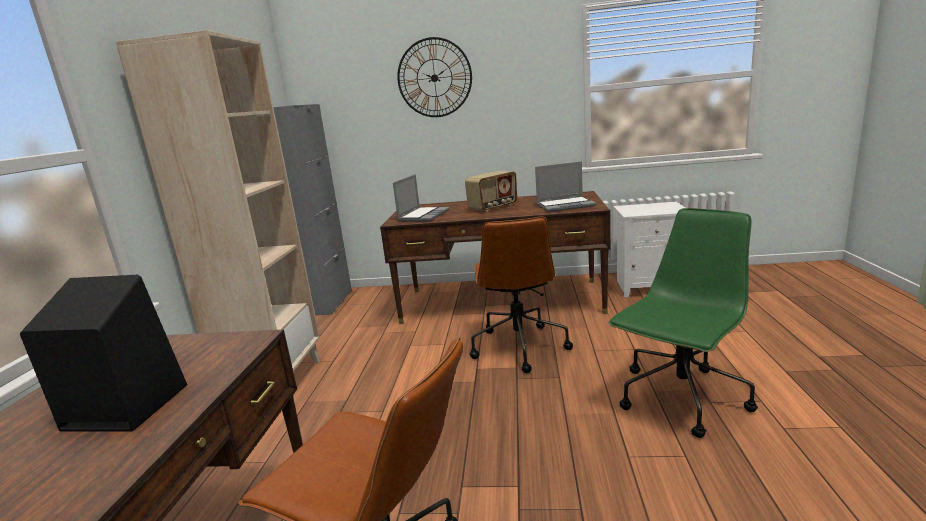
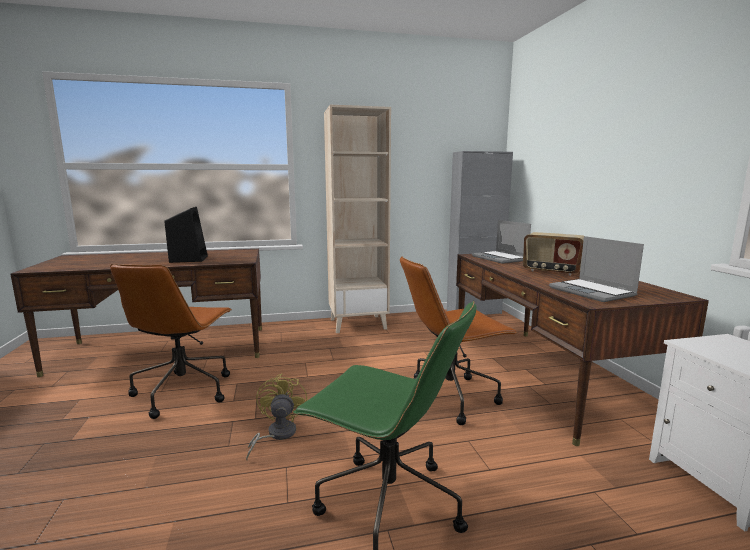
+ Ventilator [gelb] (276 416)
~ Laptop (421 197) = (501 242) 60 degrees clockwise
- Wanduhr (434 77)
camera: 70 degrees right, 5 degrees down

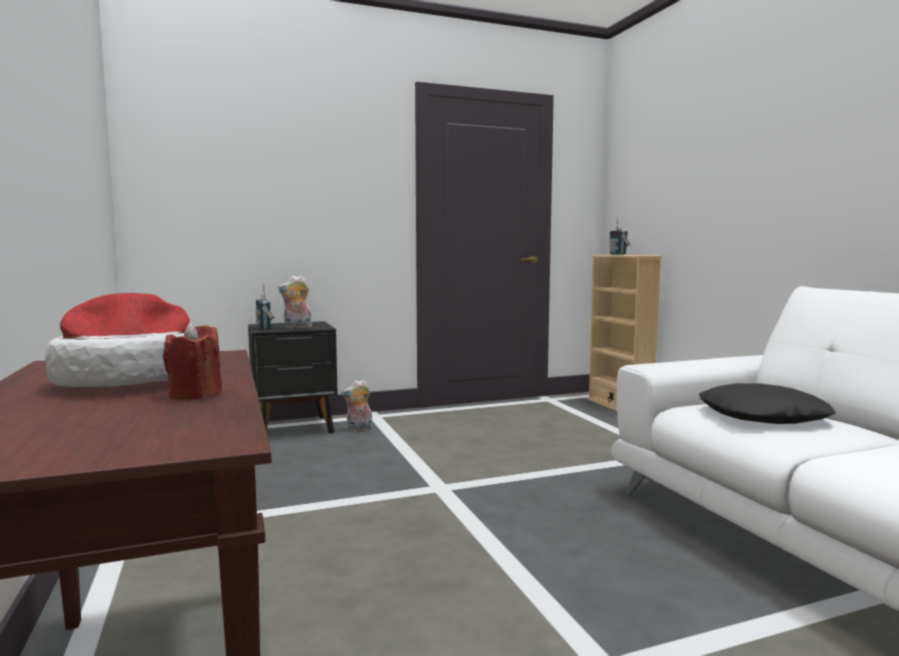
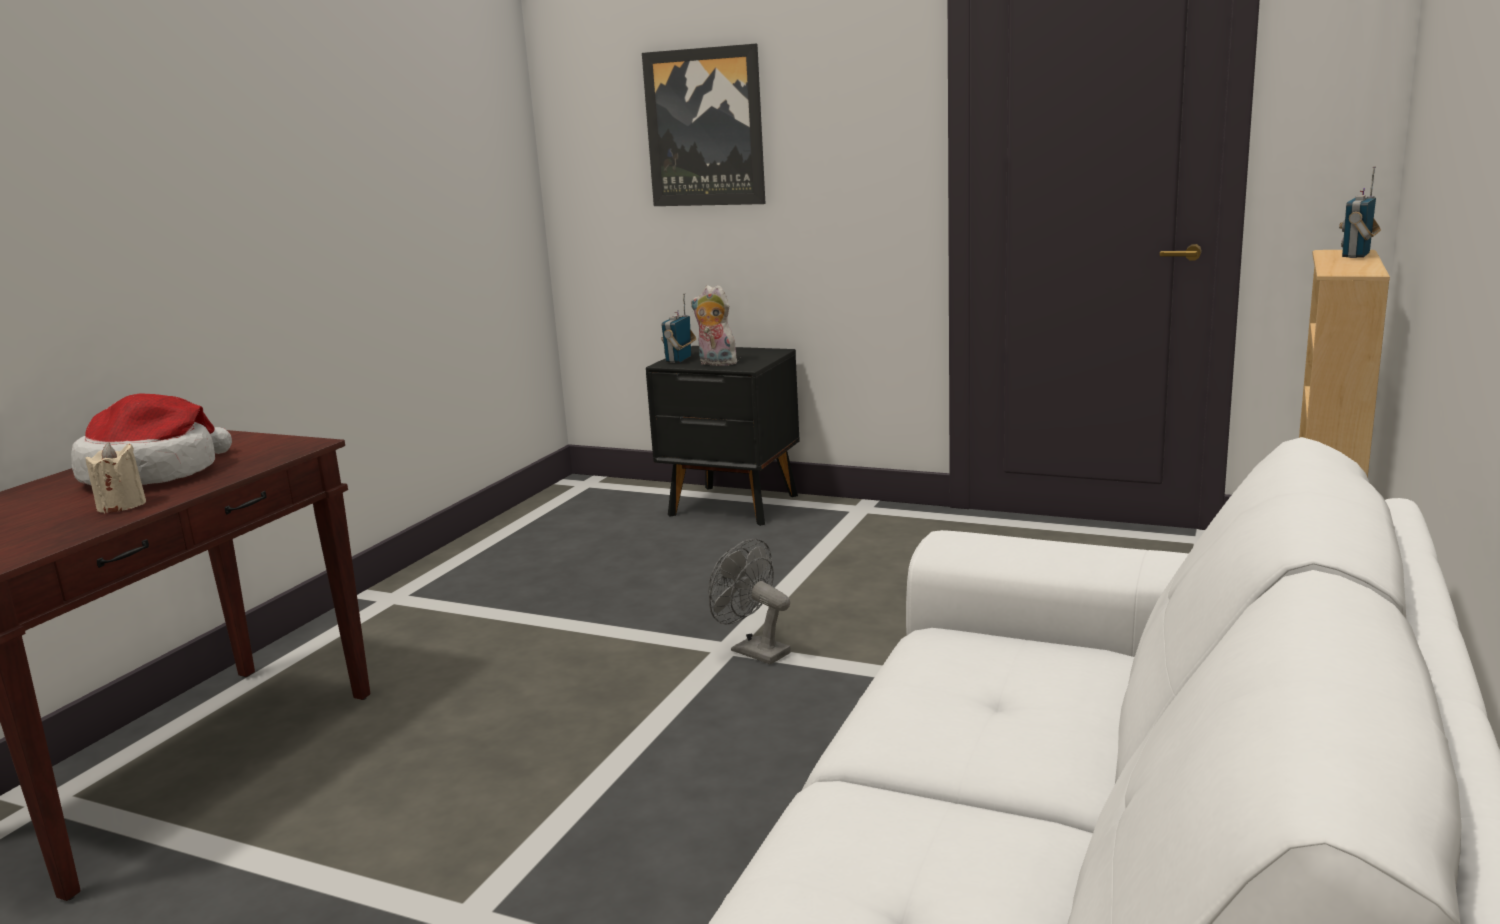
~ Kerze [rot] (192 361) to Kerze [beige] (115 477)
+ Bild (704 125)
+ Ventilator [grau] (749 601)
- Plüschtier (357 405)
- Kissen [schwarz] (767 403)
camera: 45 degrees right, 10 degrees up

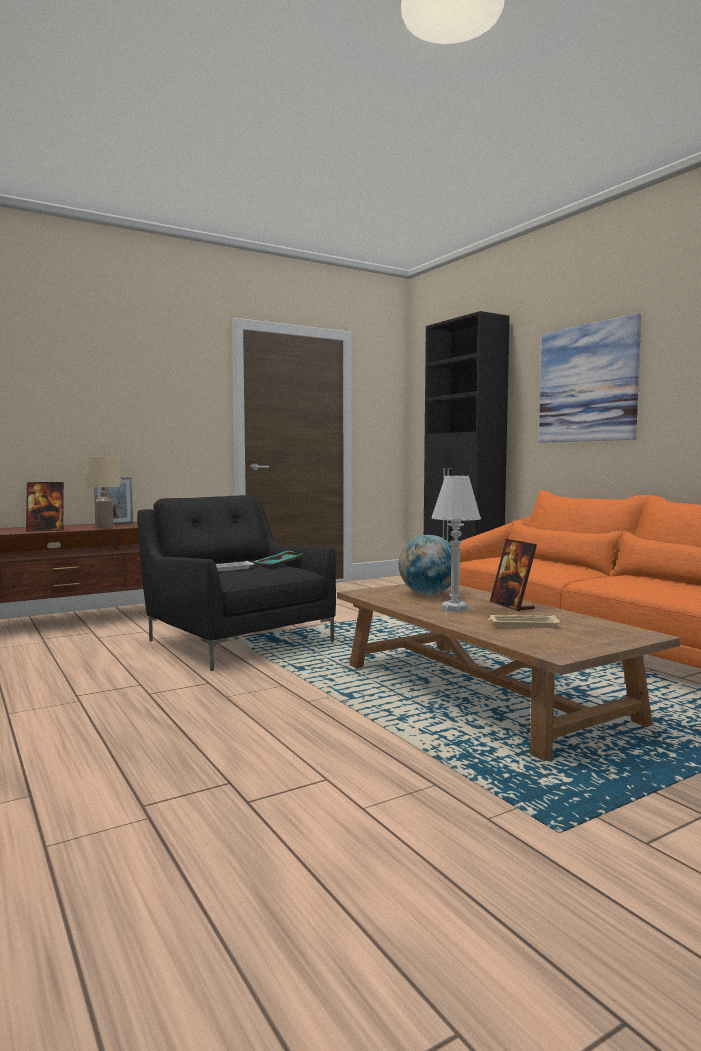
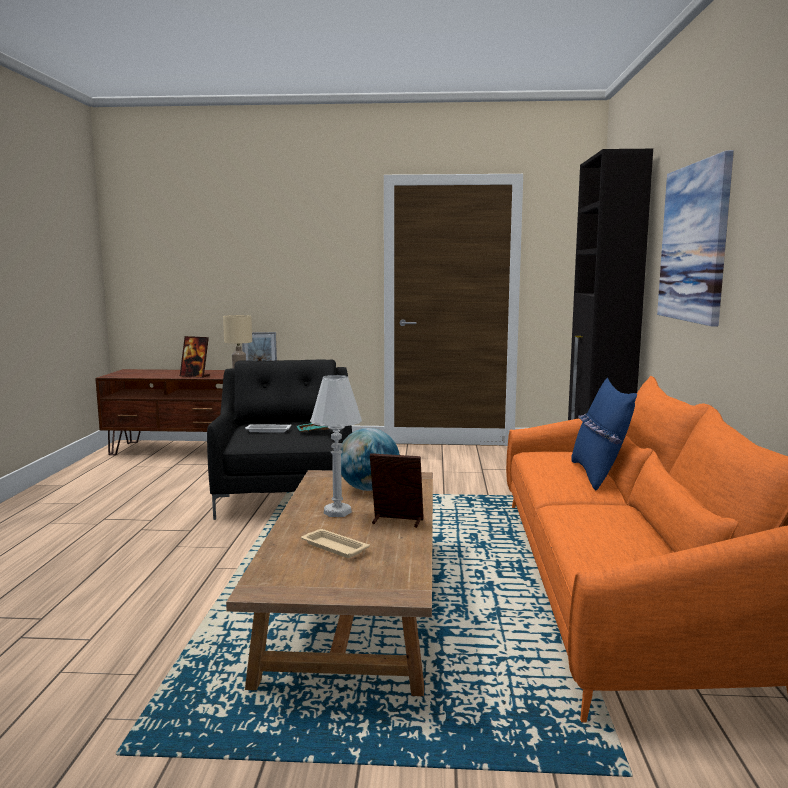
~ Bilderrahmen (513 575) = (397 490) 90 degrees clockwise
+ Kissen [blau] (604 434)
camera: 35 degrees right, 5 degrees up

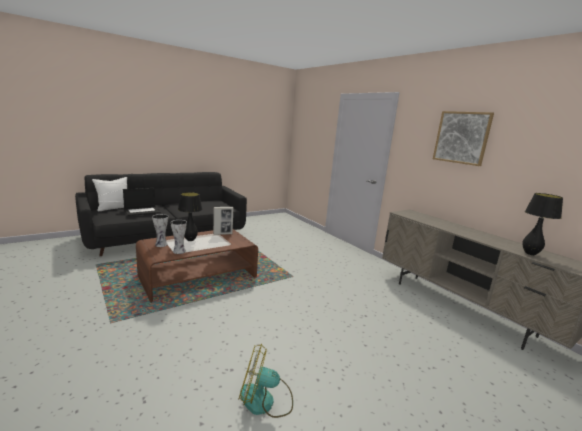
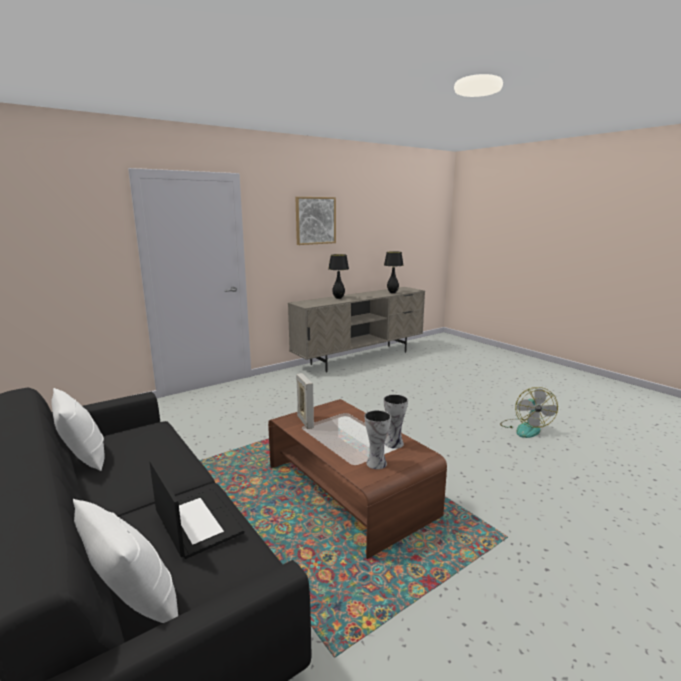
+ Kissen [weiß] (78 429)
~ Tischlampe [schwarz] (190 216) to (338 276)
camera: 90 degrees left, 0 degrees up

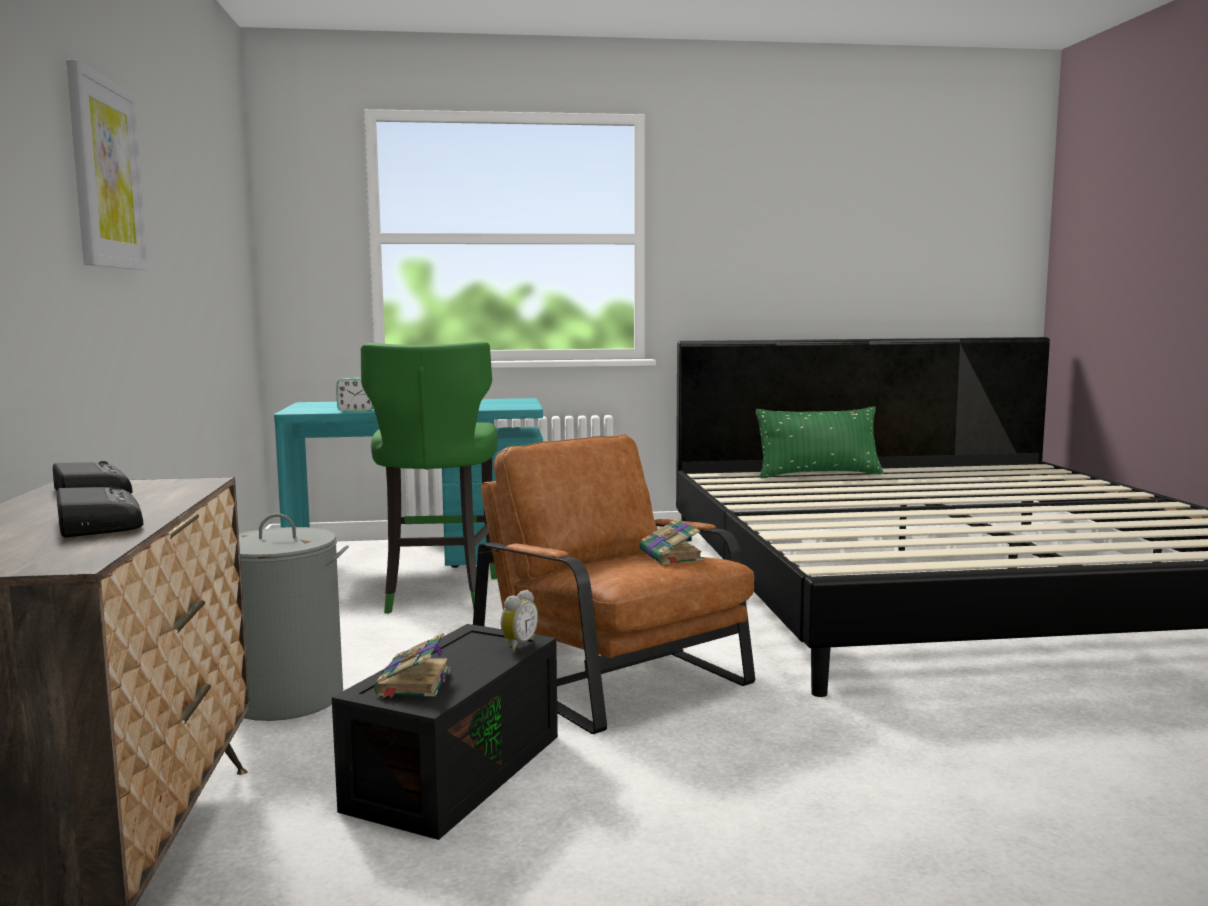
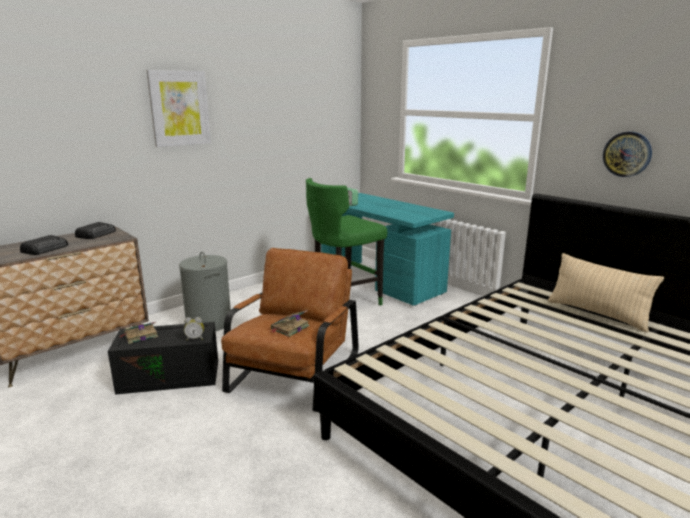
~ Kissen [grün] (819 442) to Kissen [beige] (606 292)
+ Wanduhr (627 154)
camera: 55 degrees right, 10 degrees up

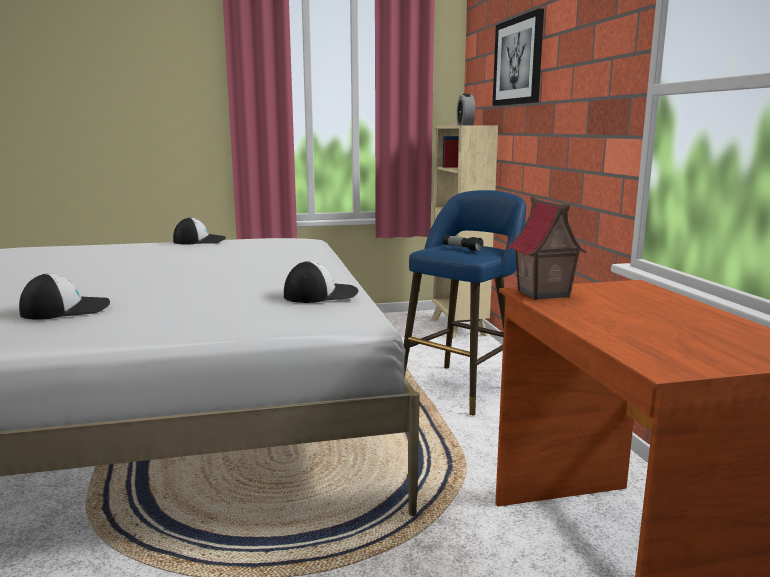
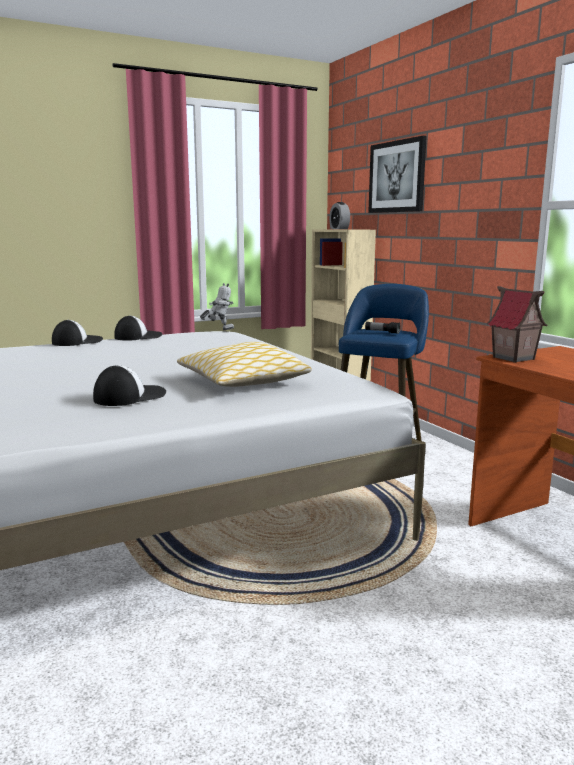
~ Kappe (321 282) to (77 333)
+ Kissen (244 364)
+ Spielzeugroboter (217 306)
camera: 15 degrees left, 0 degrees up

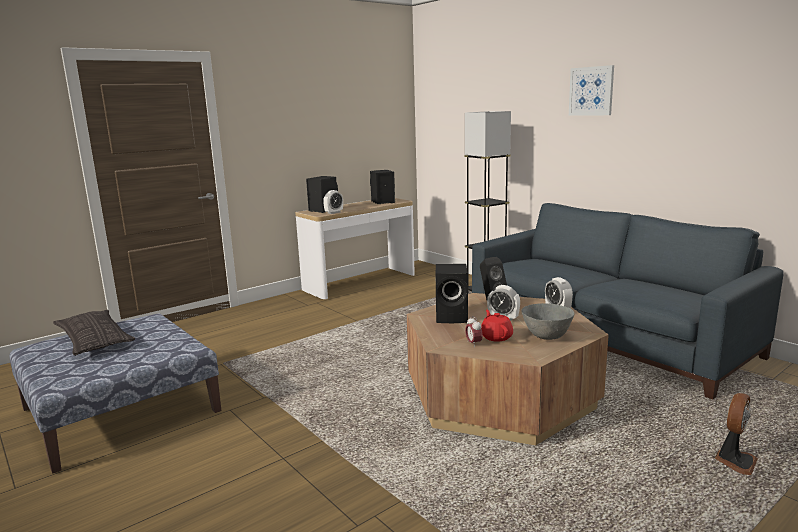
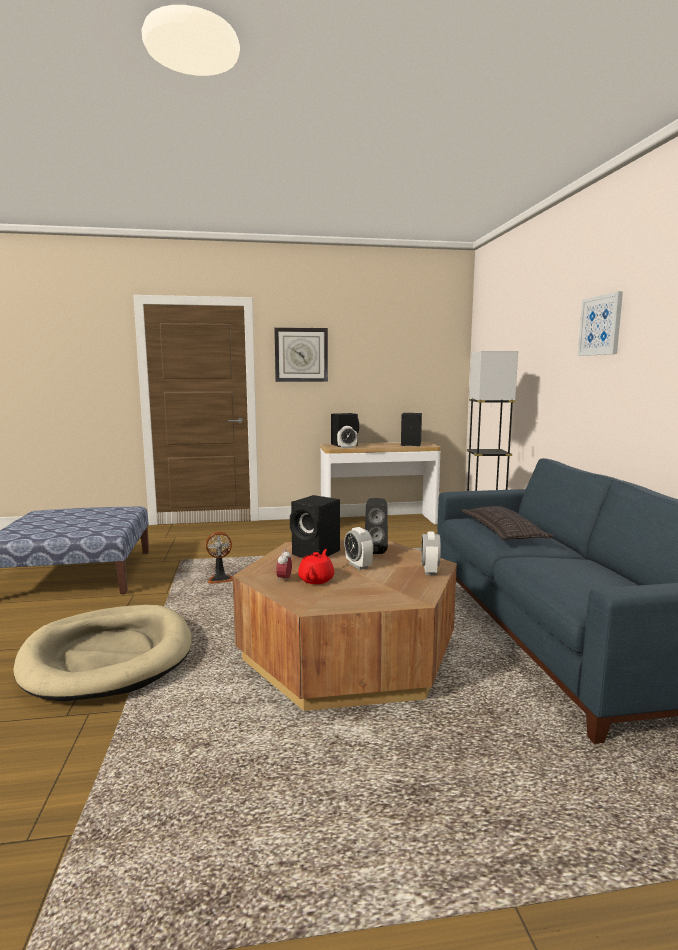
+ Hundebett [beige] (102 653)
~ Ventilator (736 434) to (219 557)
+ Wanduhr (301 354)
~ Kissen (94 333) to (507 523)
- Schüssel [grau] (548 321)
camera: 30 degrees right, 5 degrees down

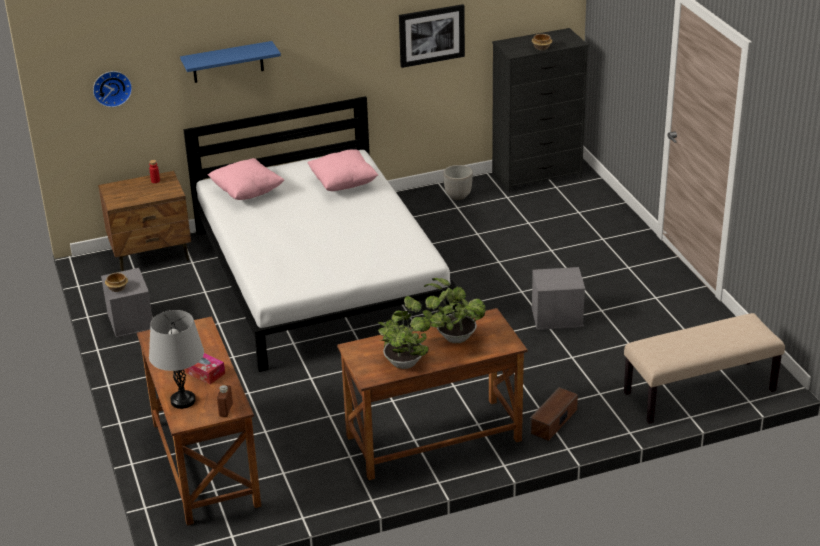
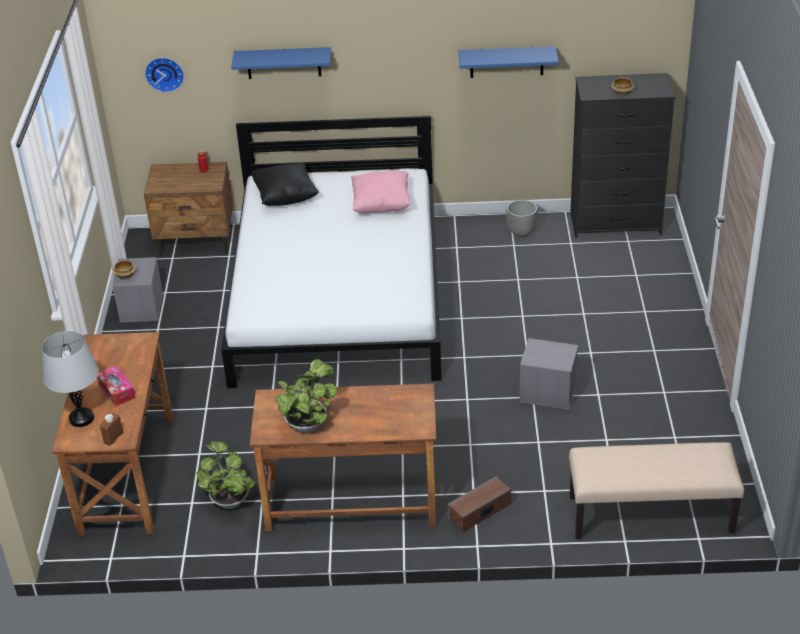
~ Topfpflanze (454 310) to (225 475)
~ Kissen [rosa] (246 179) to Kissen [schwarz] (285 184)
~ Bild (432 36) to Wandregal [blau] (508 62)
camera: 20 degrees right, 5 degrees up

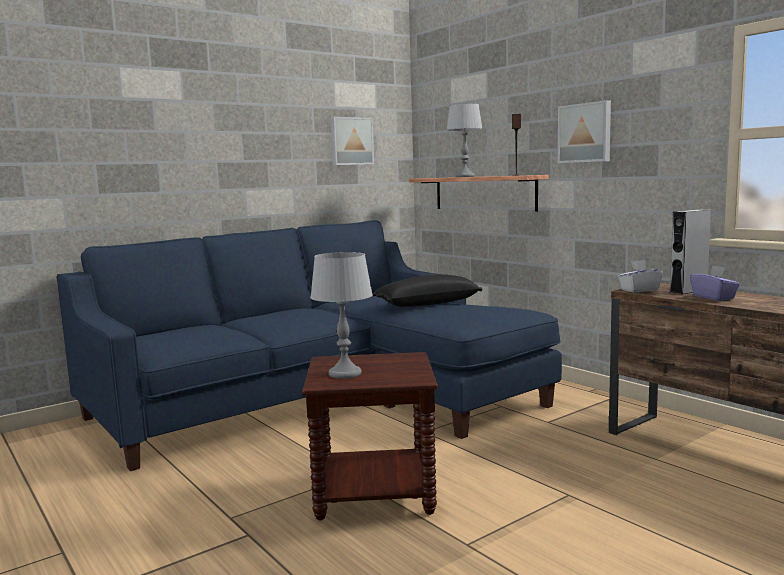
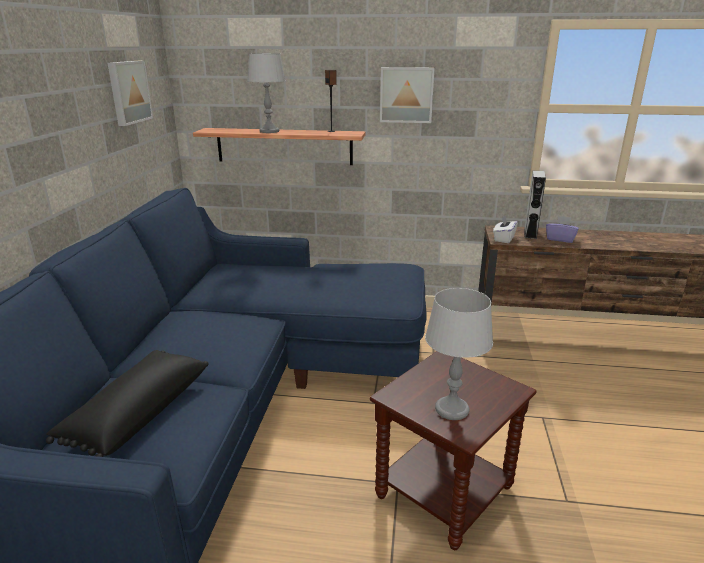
~ Kissen [schwarz] (427 291) to (127 403)
camera: 45 degrees left, 15 degrees up

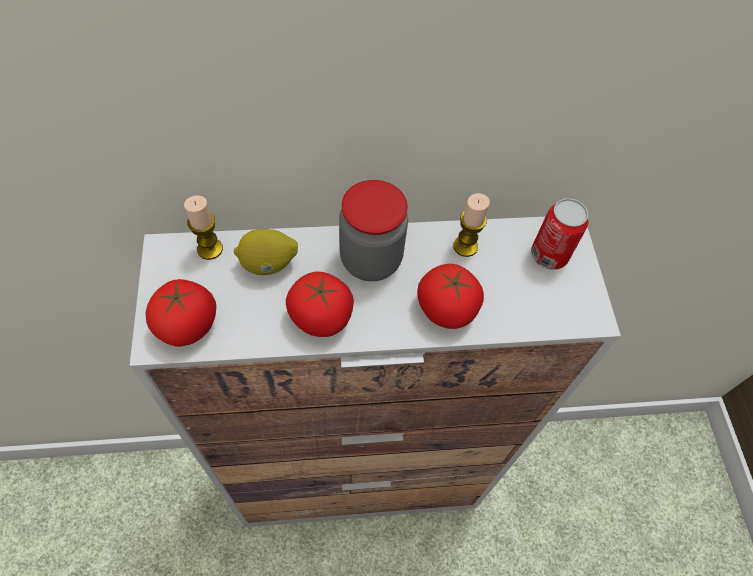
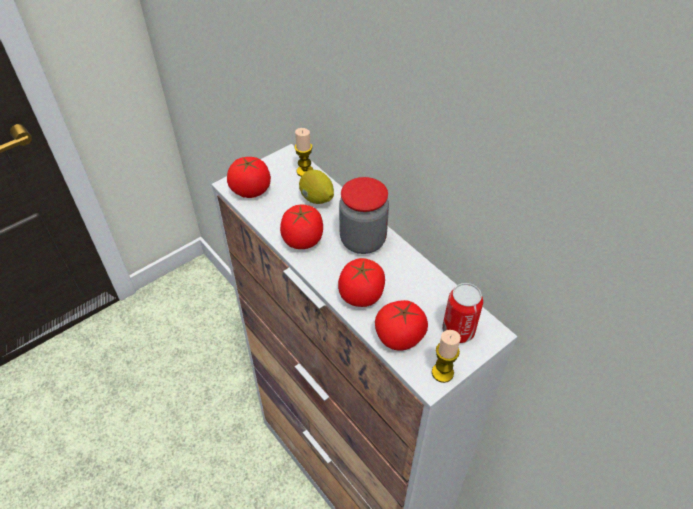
+ Tomate (401 325)
~ Kerze (471 225) to (446 356)
camera: 60 degrees right, 10 degrees down

